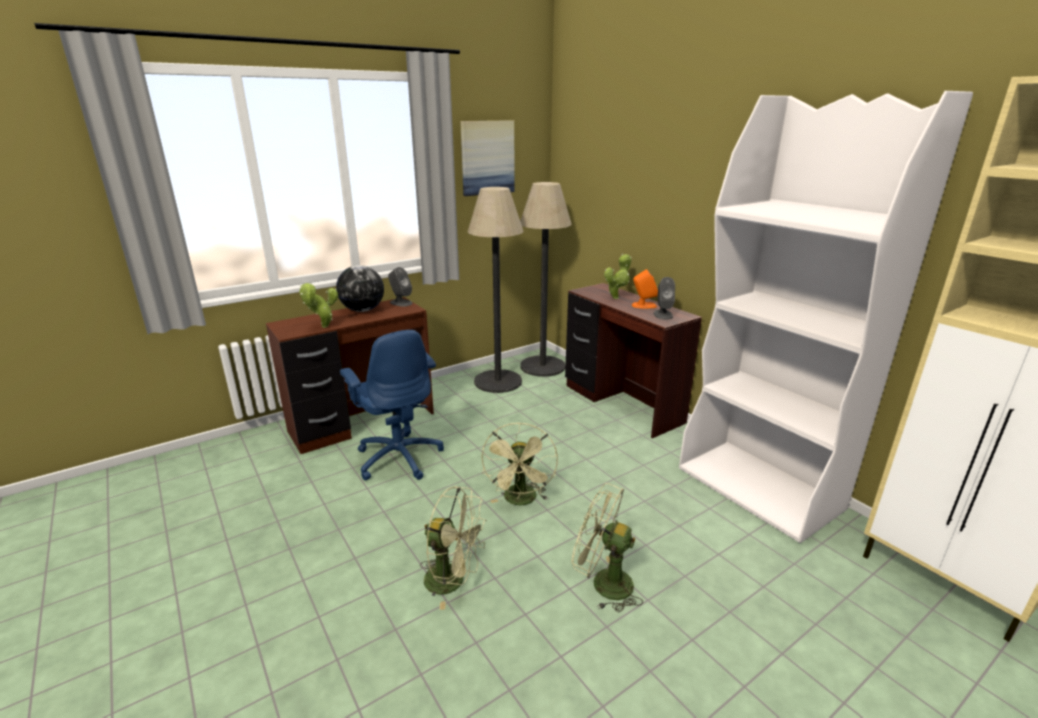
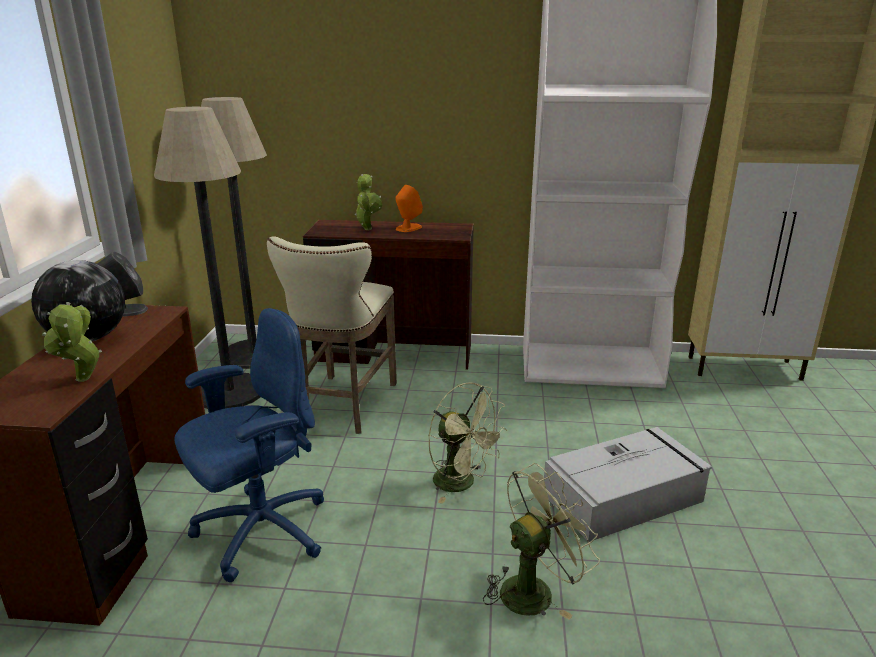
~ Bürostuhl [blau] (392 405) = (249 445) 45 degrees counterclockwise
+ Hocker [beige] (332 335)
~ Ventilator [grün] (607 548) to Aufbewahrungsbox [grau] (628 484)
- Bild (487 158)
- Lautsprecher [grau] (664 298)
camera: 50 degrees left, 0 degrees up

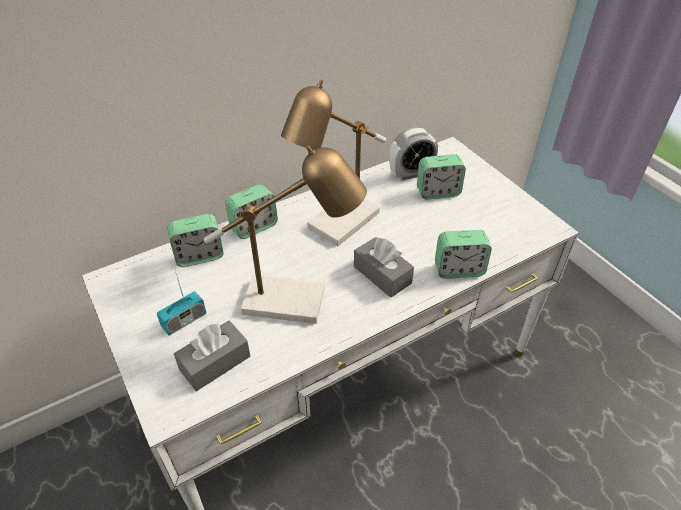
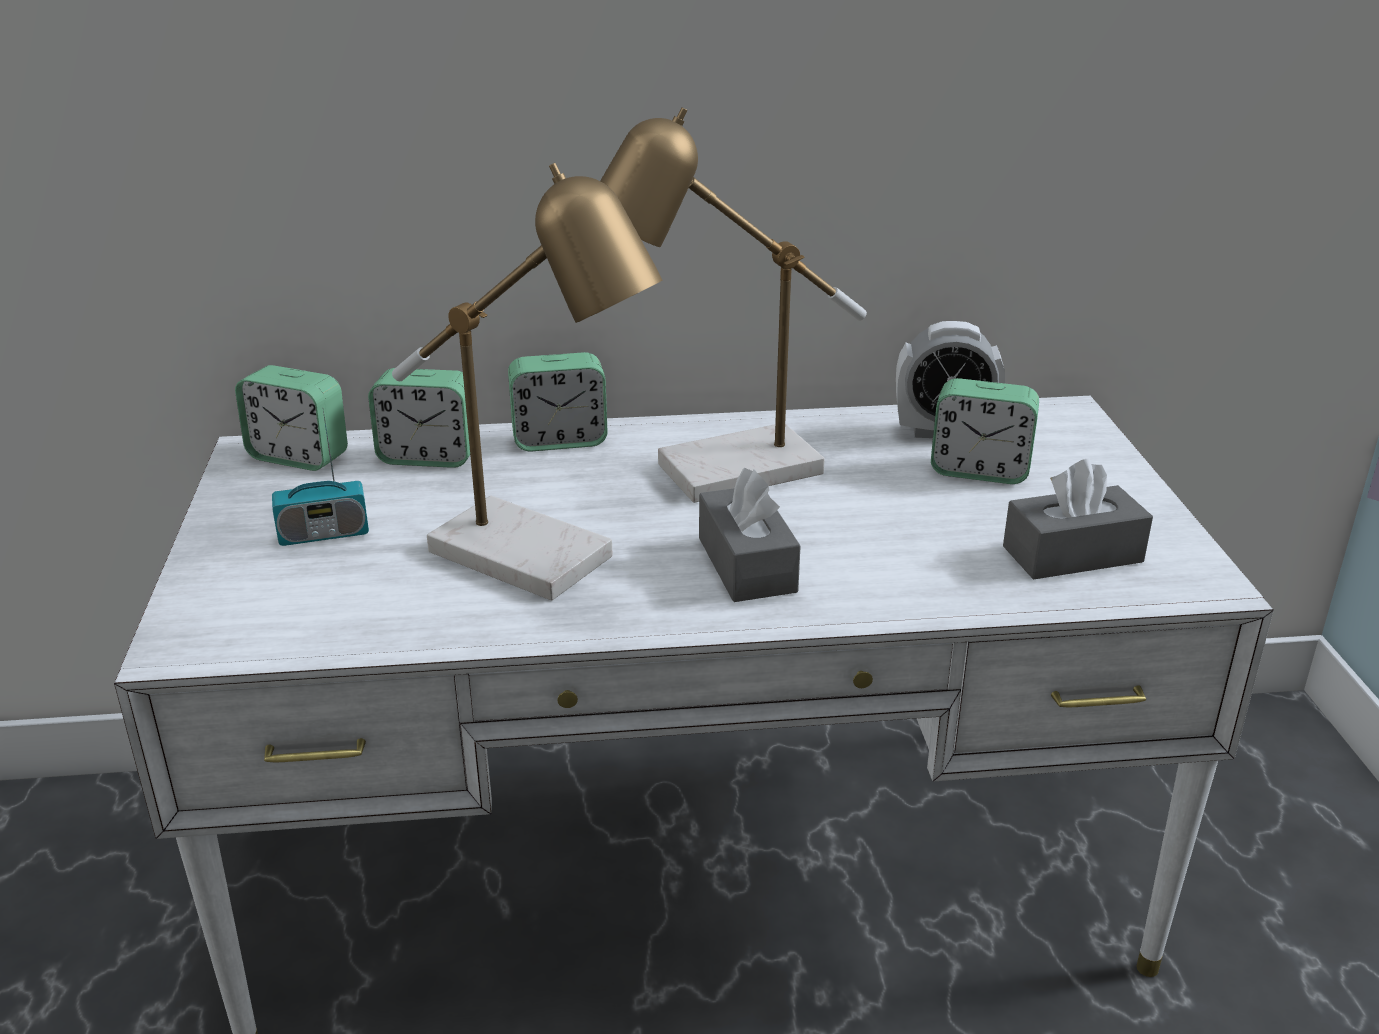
~ Wecker (463 254) to (291 418)
~ Taschentuchbox [grau] (212 355) to (1078 519)
camera: 25 degrees right, 15 degrees down

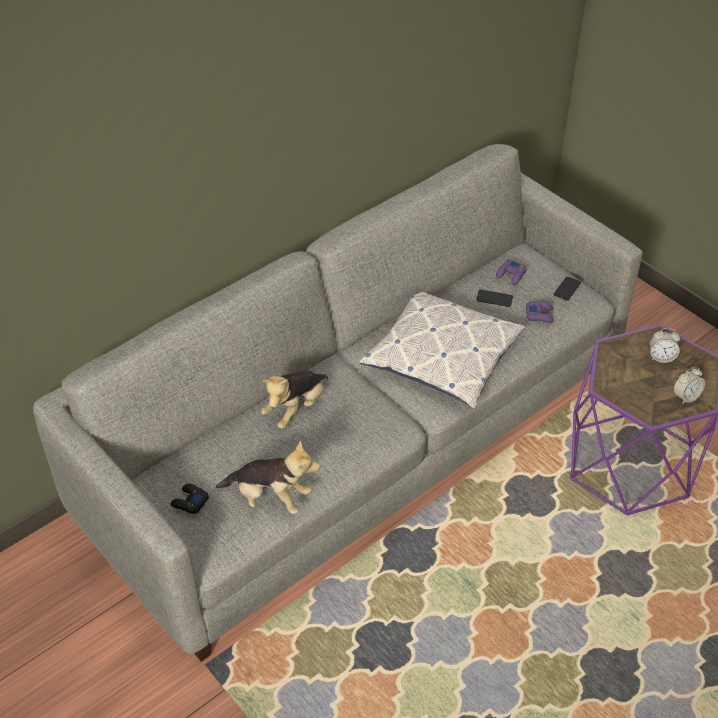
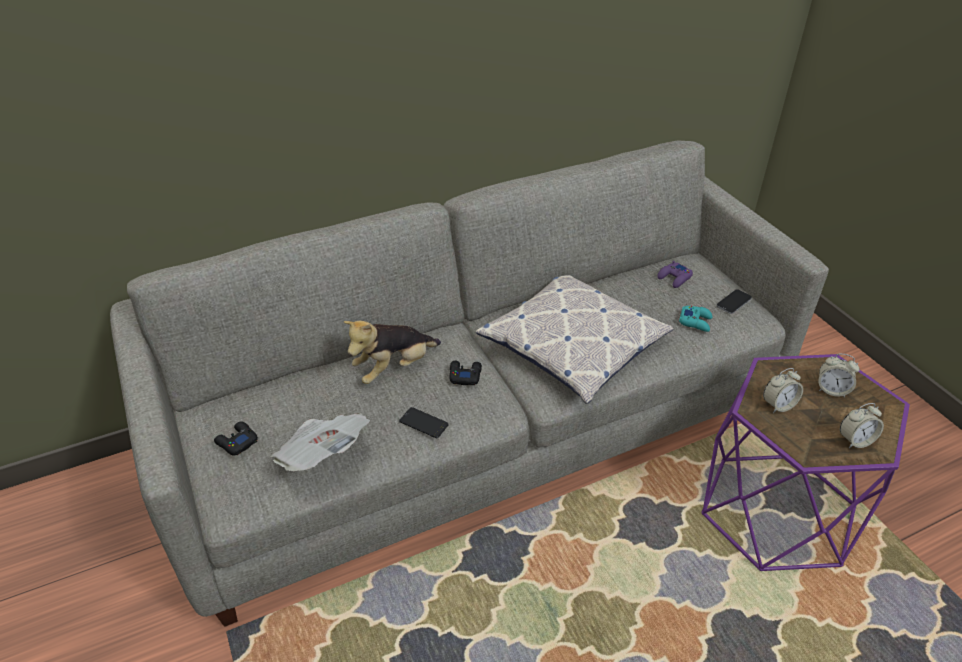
~ Plüschtier (268 477) to Zeitung (320 442)
~ Handy (494 298) to (424 422)
+ Gamepad [schwarz] (466 373)
~ Gamepad [lila] (540 312) to Gamepad [türkis] (696 319)
+ Wecker (783 390)
camera: 15 degrees right, 5 degrees down

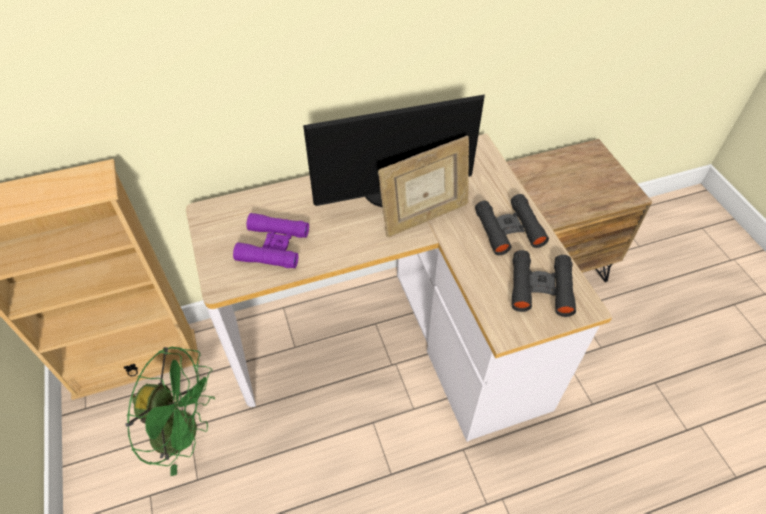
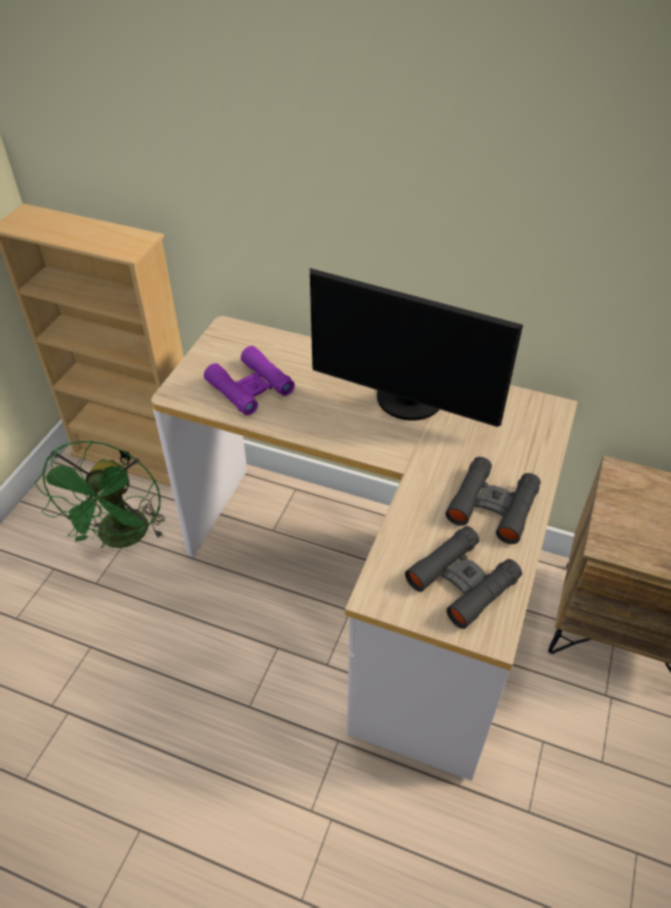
~ Ventilator [grün] (170 411) = (100 494) 45 degrees clockwise
- Bilderrahmen (423 187)
camera: 40 degrees right, 5 degrees down

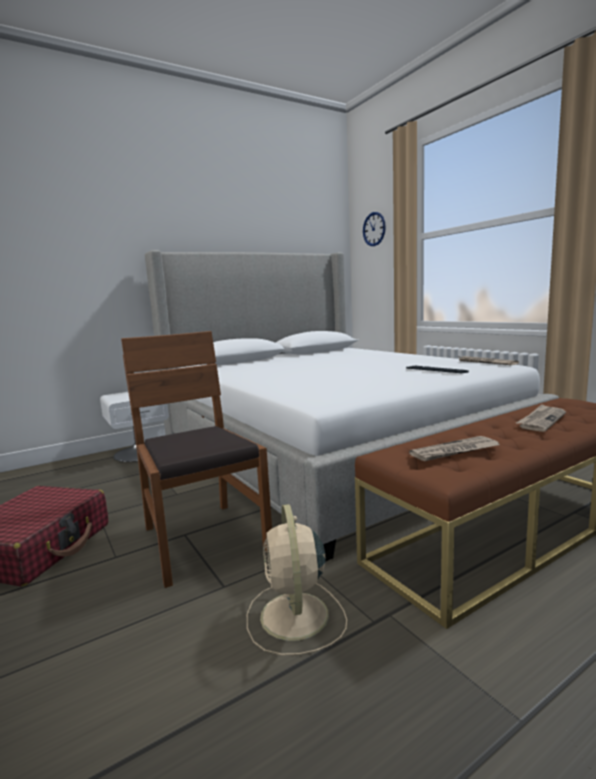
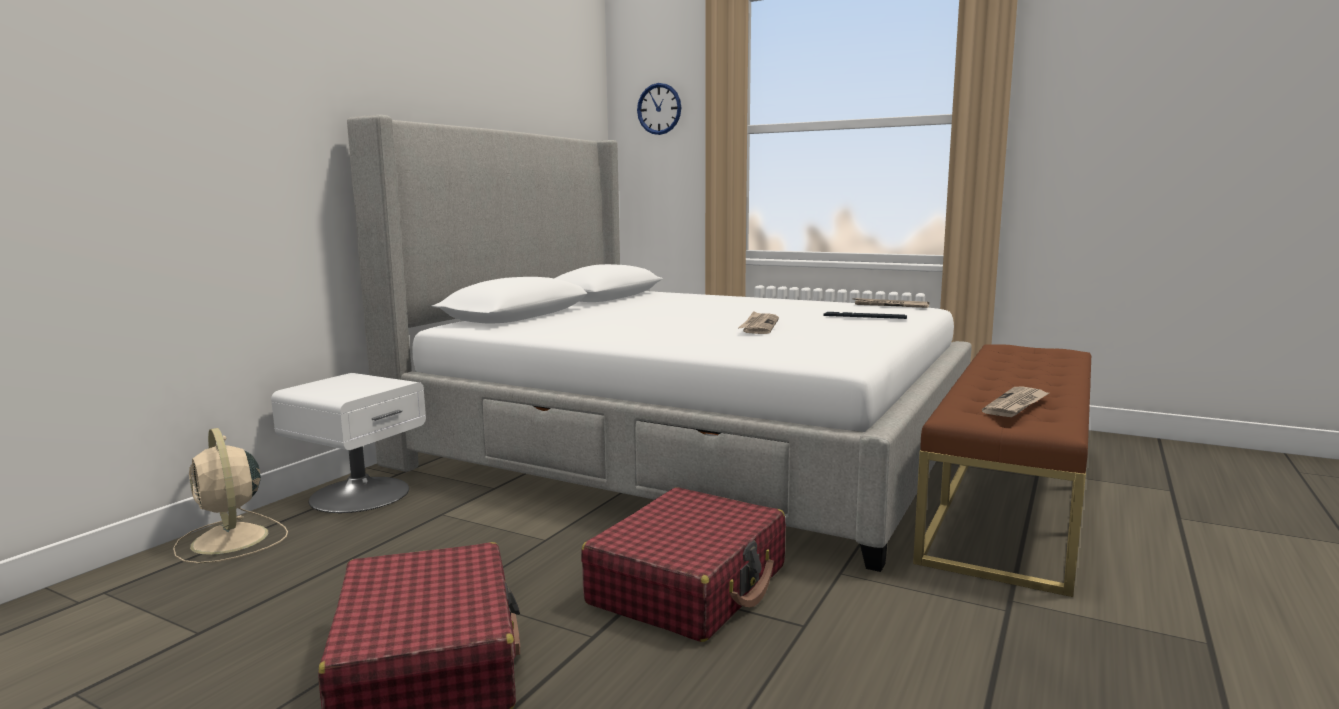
~ Ventilator [beige] (297 579) to (230 496)
~ Stuhl [braun] (196 459) to Koffer [rot] (683 564)
~ Zeitung (541 418) to (758 322)
camera: 30 degrees left, 0 degrees up

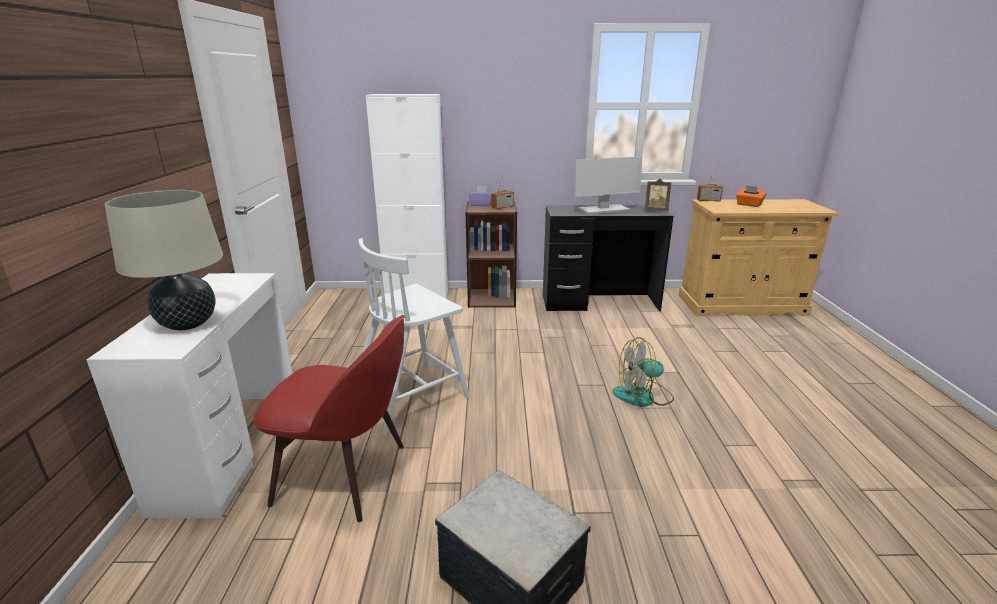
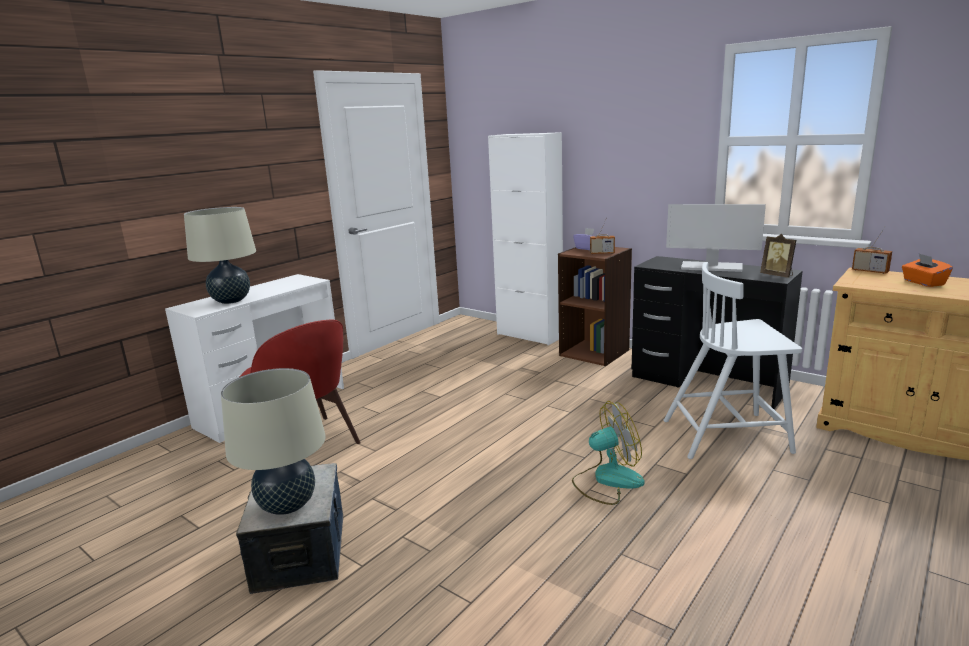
+ Tischlampe [beige] (273 441)
~ Ventilator (643 372) = (608 453) 135 degrees clockwise
~ Stuhl [weiß] (414 336) to (732 360)
camera: 40 degrees right, 5 degrees down

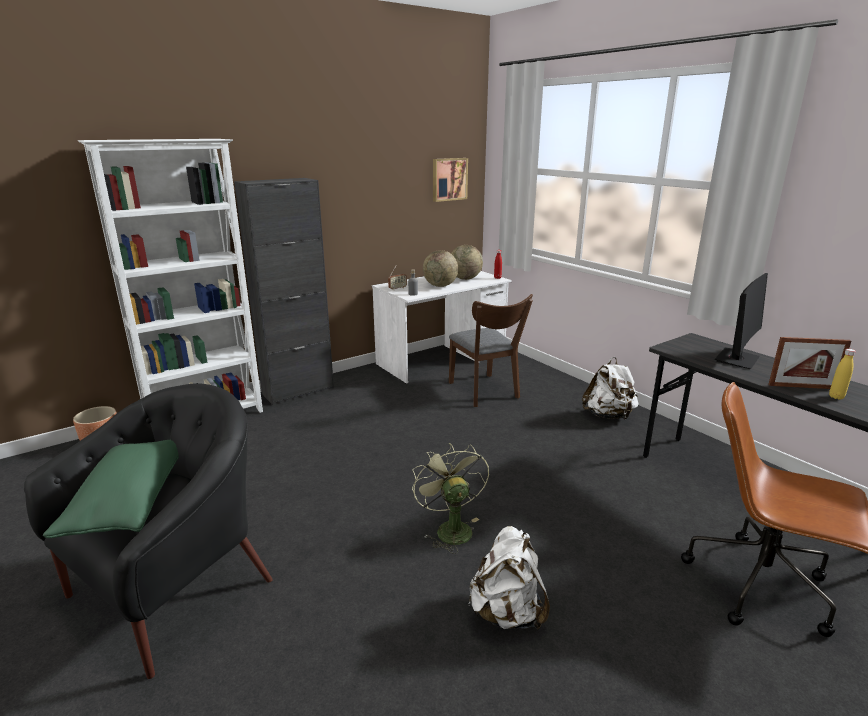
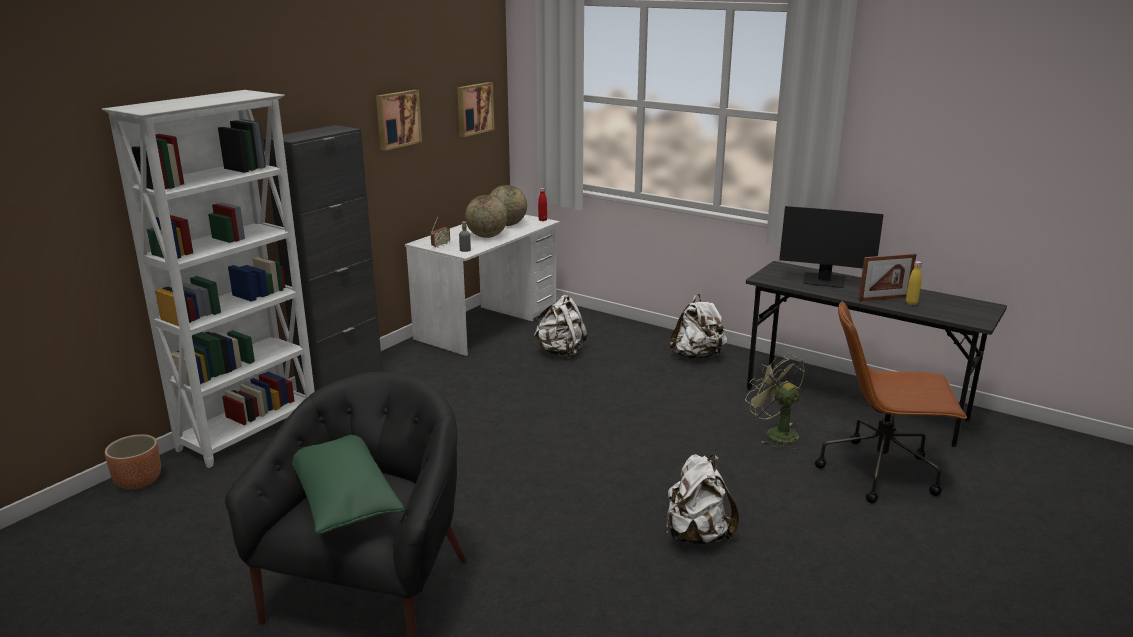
+ Bild (399 120)
~ Stuhl [braun] (491 350) to Rucksack [weiß] (560 326)
~ Ventilator [grün] (450 498) to (775 401)
~ Monitor (741 321) = (831 247) 90 degrees clockwise
camera: 20 degrees left, 0 degrees up

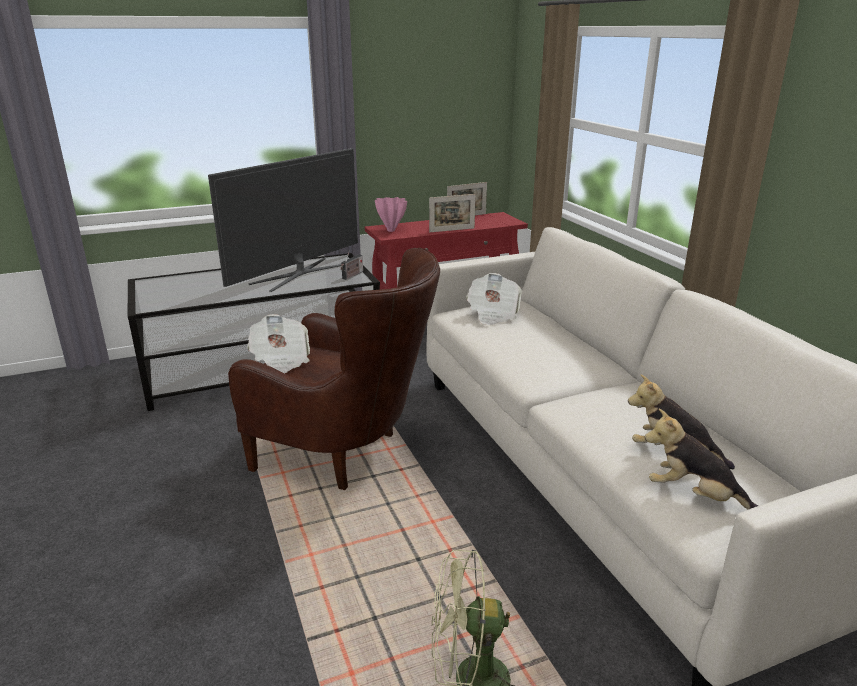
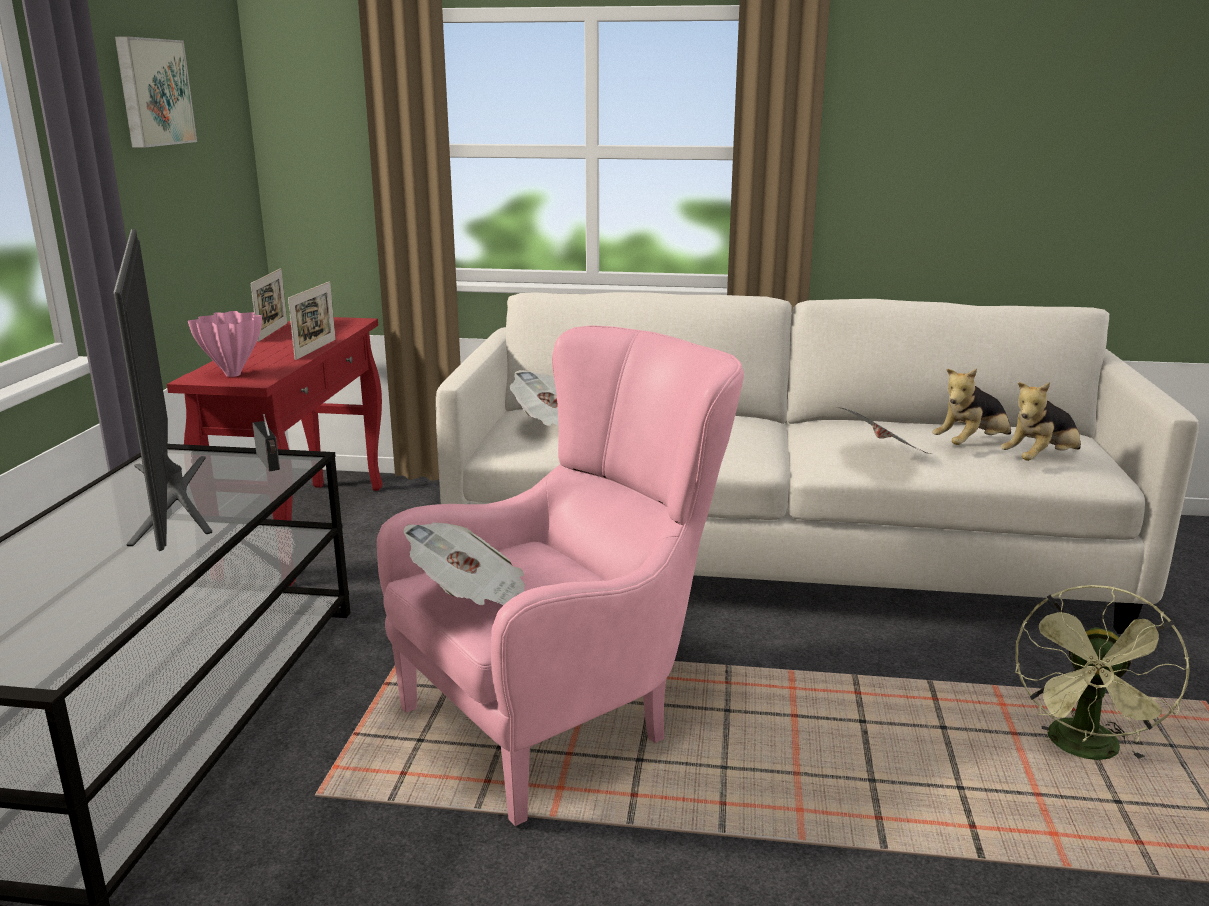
+ Bild (156 92)
~ Sessel [braun] (334 369) to Sessel [rosa] (560 575)
+ Zeitung (884 430)
camera: 60 degrees left, 5 degrees down

